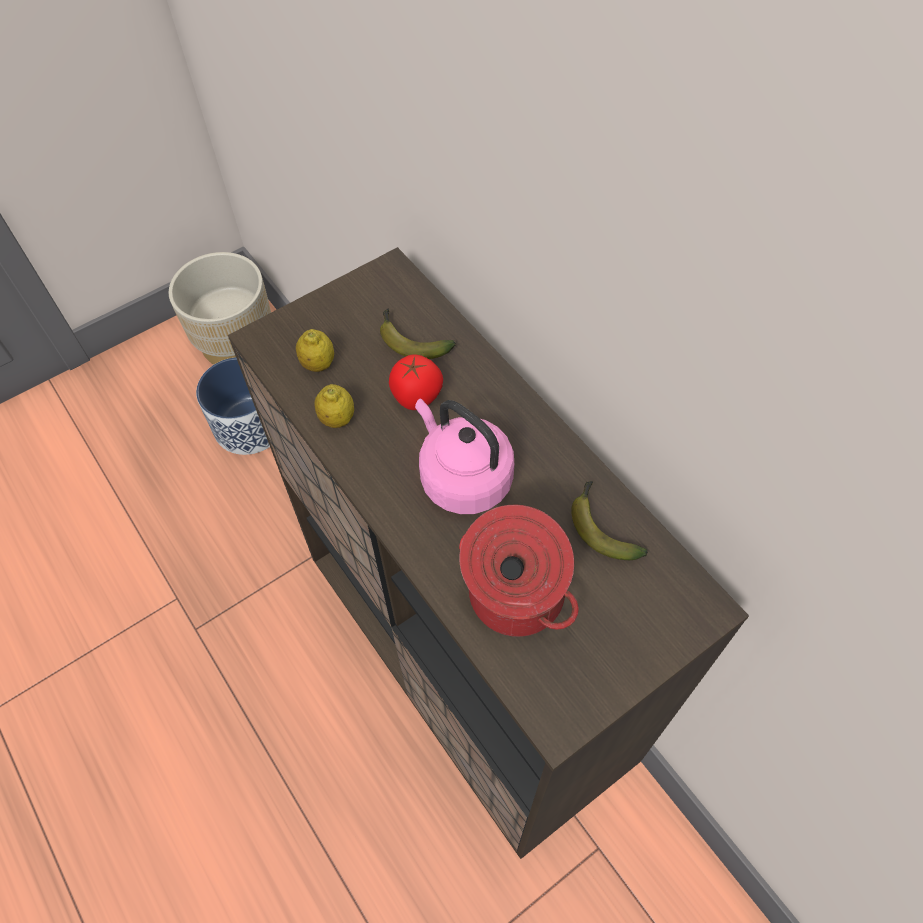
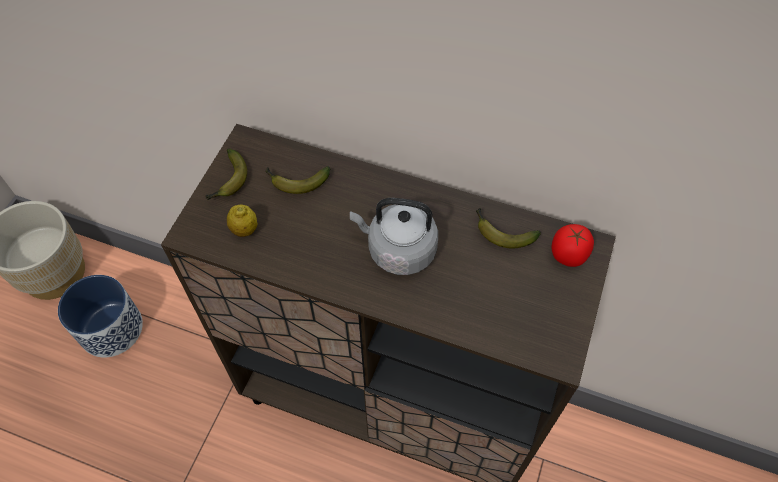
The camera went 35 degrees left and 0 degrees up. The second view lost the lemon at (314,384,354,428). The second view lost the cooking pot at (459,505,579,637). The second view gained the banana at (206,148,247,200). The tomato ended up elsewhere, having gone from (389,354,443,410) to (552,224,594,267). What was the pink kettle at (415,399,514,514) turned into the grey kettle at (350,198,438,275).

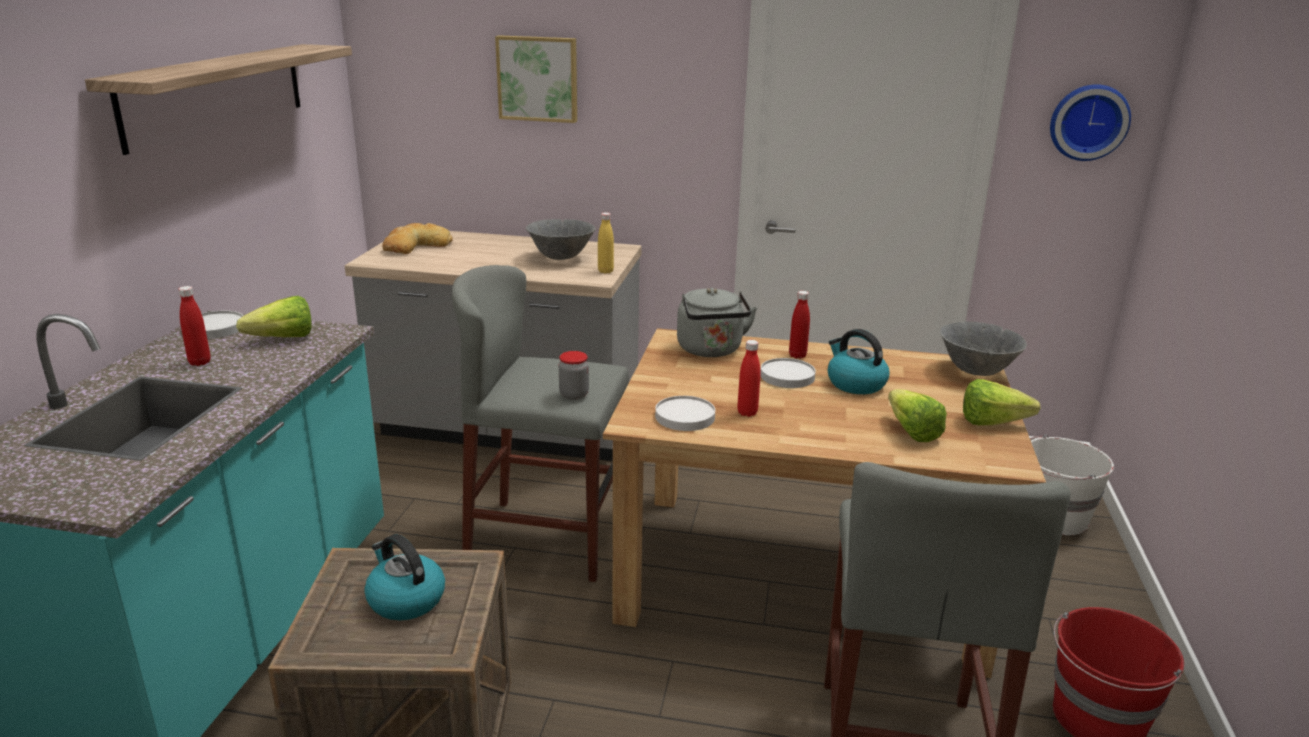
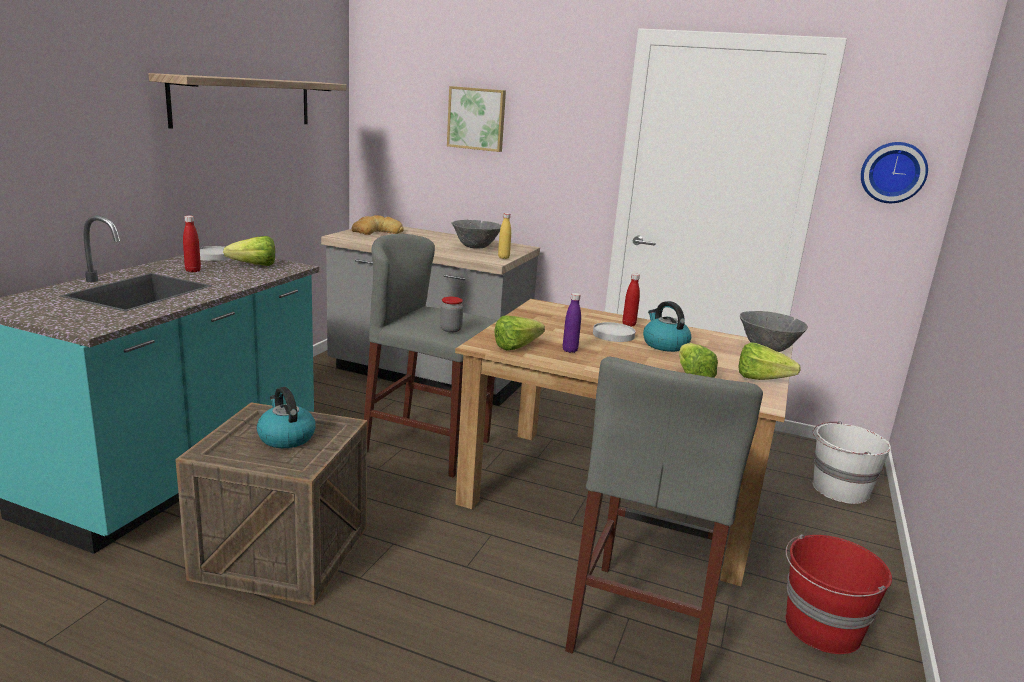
The camera went 10 degrees right and 5 degrees down. The second view lost the grey kettle at (677,287,757,357). Where the white plate stood at (655,396,715,431), the lettuce came to stand at (494,315,545,350). What was the red bottle at (737,340,760,417) turned into the purple bottle at (563,293,581,353).

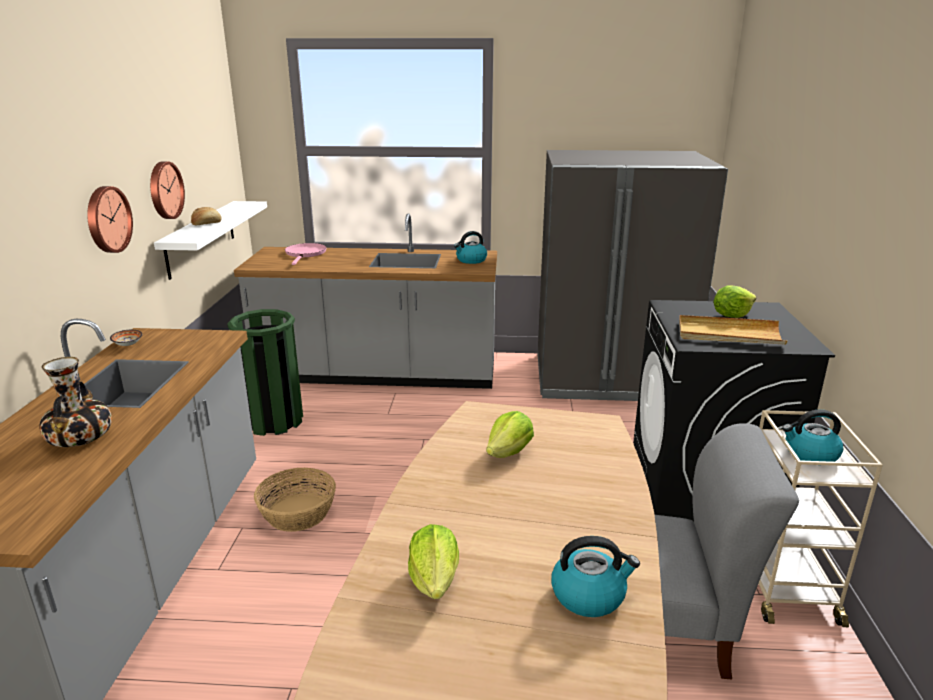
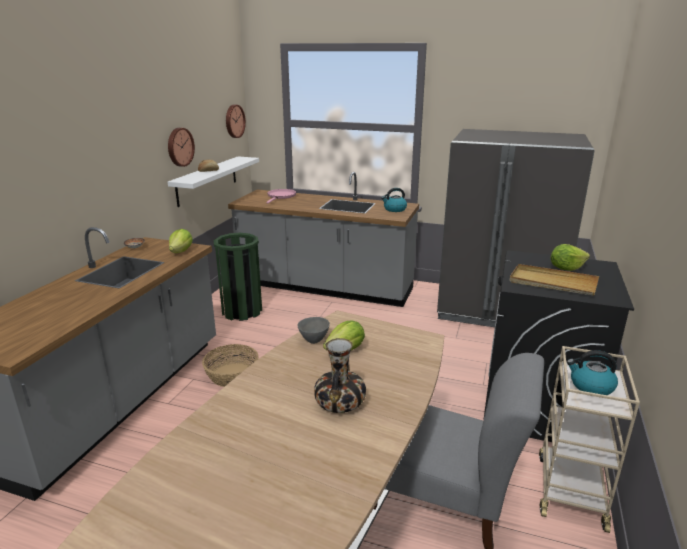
The camera went 15 degrees right and 0 degrees up. The second view lost the kettle at (551,536,640,617). The second view gained the grey bowl at (298,317,330,344). The vase ended up elsewhere, having gone from (39,357,112,447) to (314,338,366,413). The wall clock ended up elsewhere, having gone from (87,186,133,253) to (226,105,246,138). The lettuce ended up elsewhere, having gone from (408,524,459,599) to (169,229,193,253).

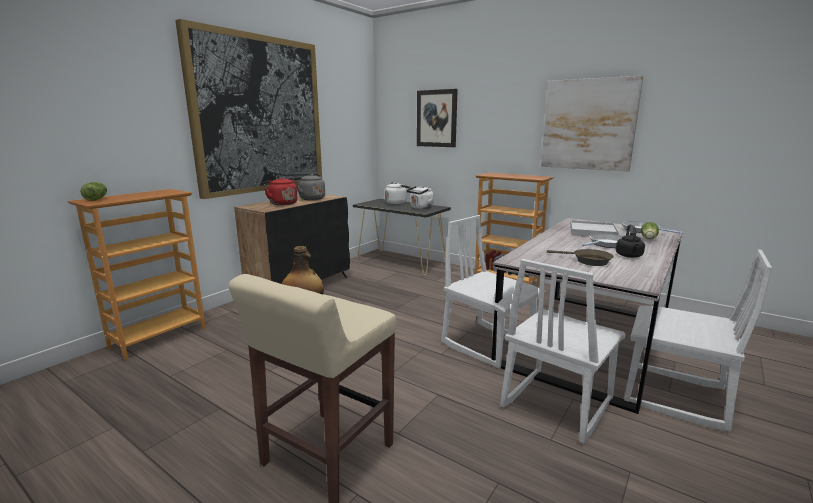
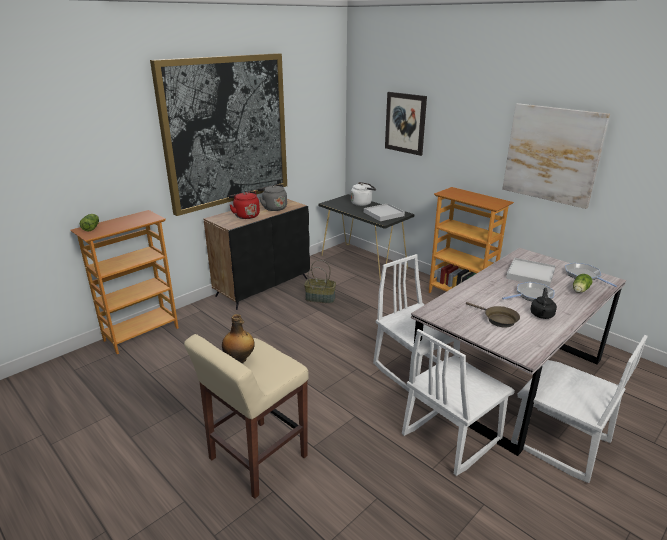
The camera went 10 degrees right and 10 degrees up. The second view gained the basket at (304,260,336,303). Where the white kettle stood at (406,186,434,209), the white tray came to stand at (364,203,405,221).

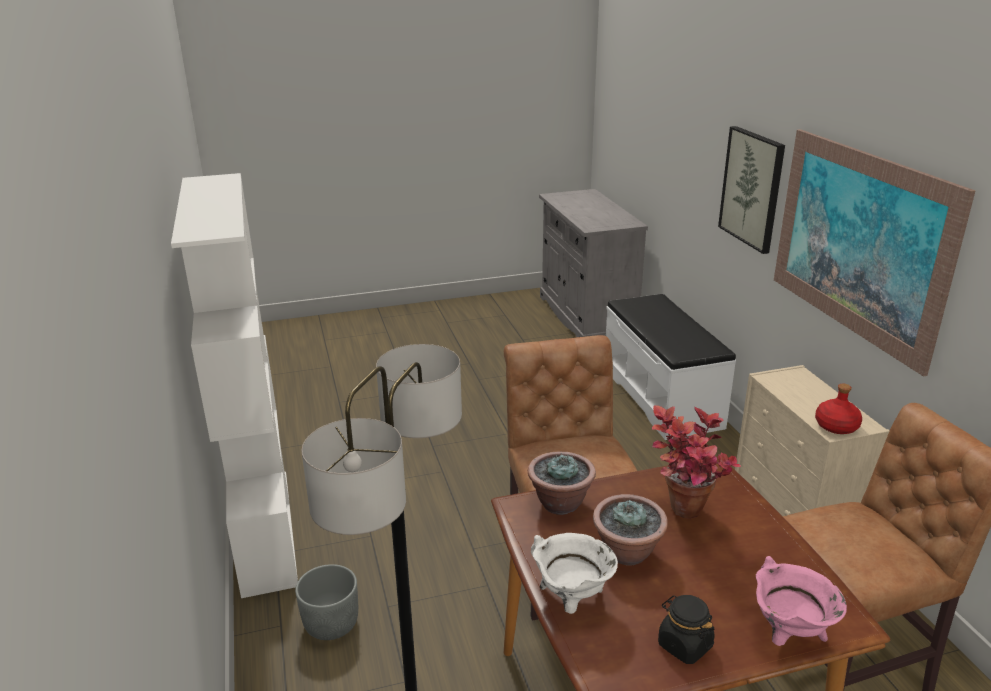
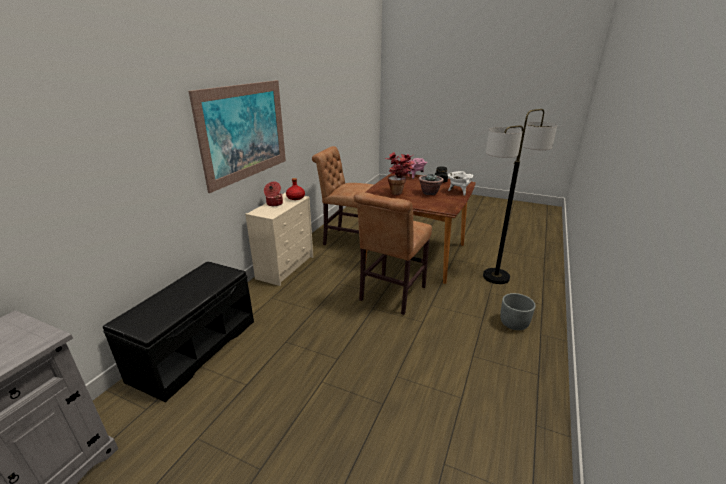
The camera went 140 degrees left and 0 degrees up. The second view lost the white bookcase at (171,173,298,598). The second view lost the potted plant at (528,452,596,515). The second view lost the picture at (718,126,785,254). The second view gained the cooking pot at (264,182,283,206). What was the white bench at (606,294,736,440) turned into the black bench at (103,261,254,402).

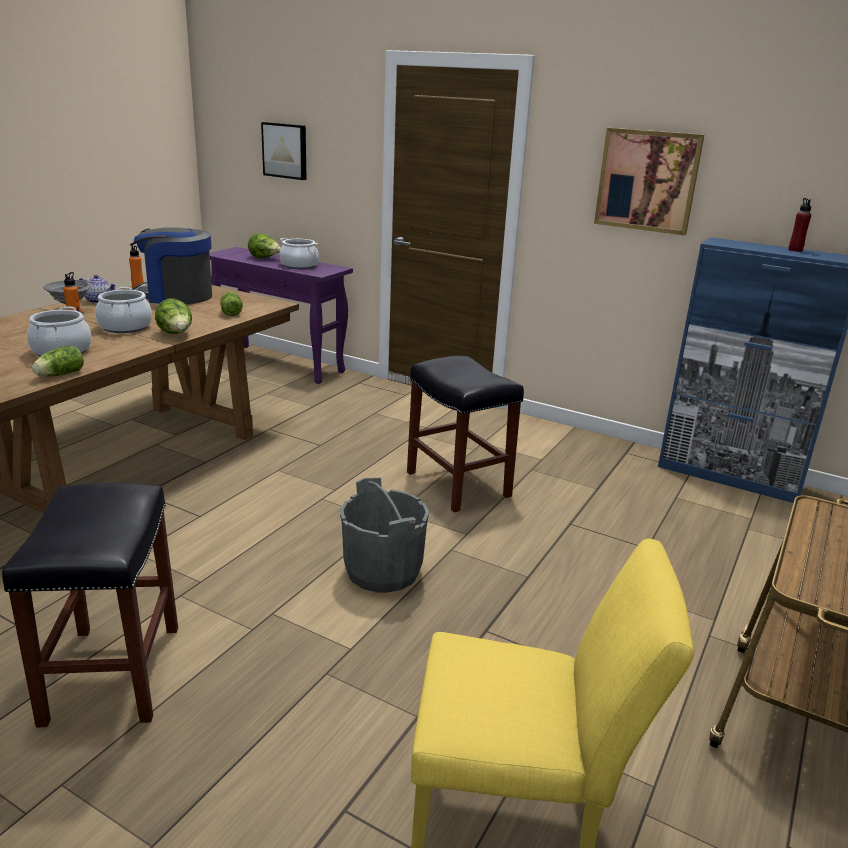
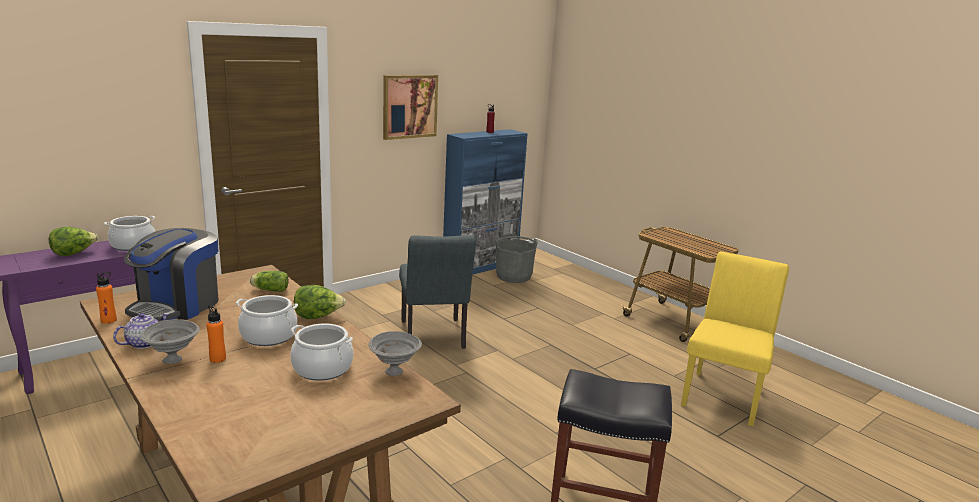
The camera went 70 degrees left and 5 degrees down. The second view lost the picture at (261,122,307,180). The grey bucket ended up elsewhere, having gone from (340,478,429,593) to (495,236,538,283). Where the lettuce stood at (32,346,84,376), the grey bowl came to stand at (369,331,422,376). Where the black stool stood at (407,356,524,512), the grey chair came to stand at (399,235,476,349).

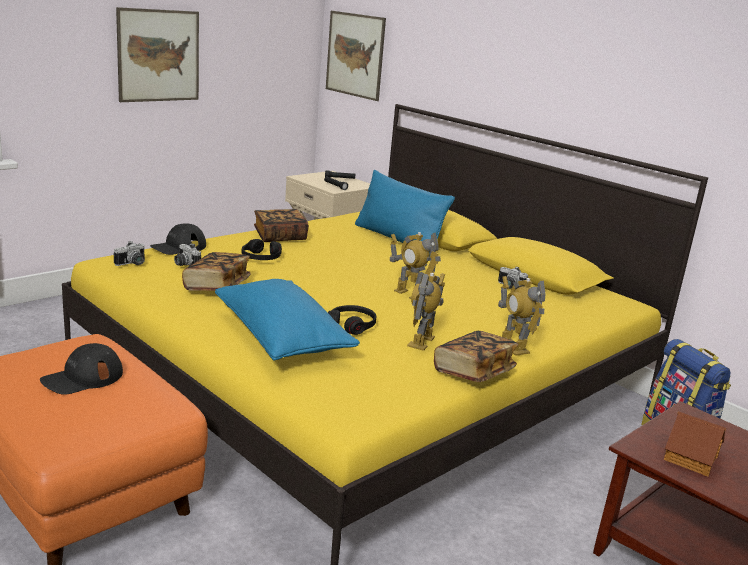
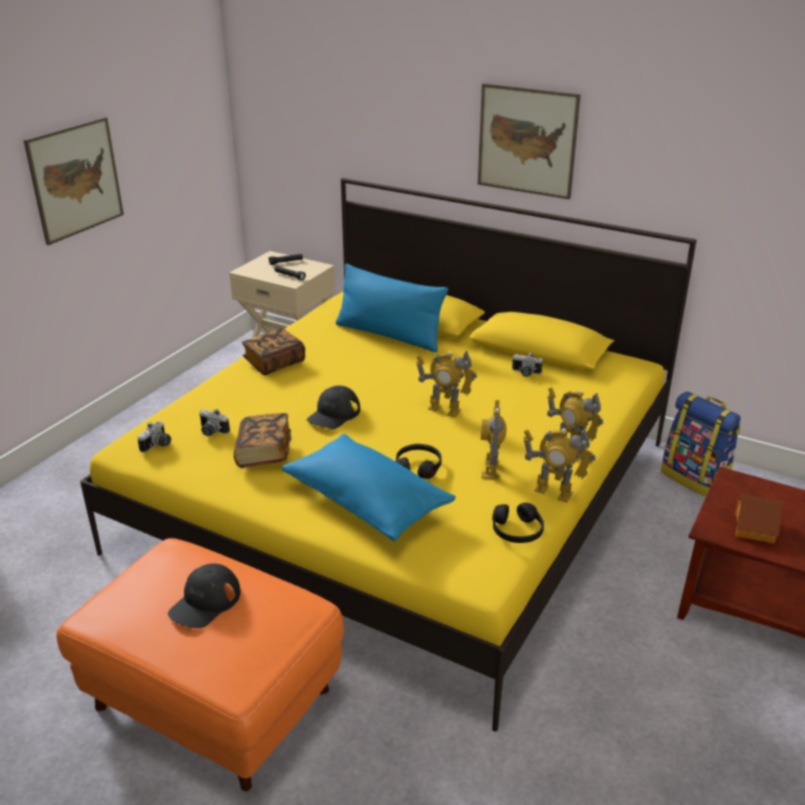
The camera went 15 degrees left and 10 degrees up. The black cap ended up elsewhere, having gone from (150,223,206,255) to (307,386,360,429). The black headphones ended up elsewhere, having gone from (242,239,282,260) to (492,503,544,543). The picture ended up elsewhere, having gone from (326,11,386,101) to (478,83,581,200). Where the book stood at (434,331,518,382), the toy robot came to stand at (523,428,596,503).

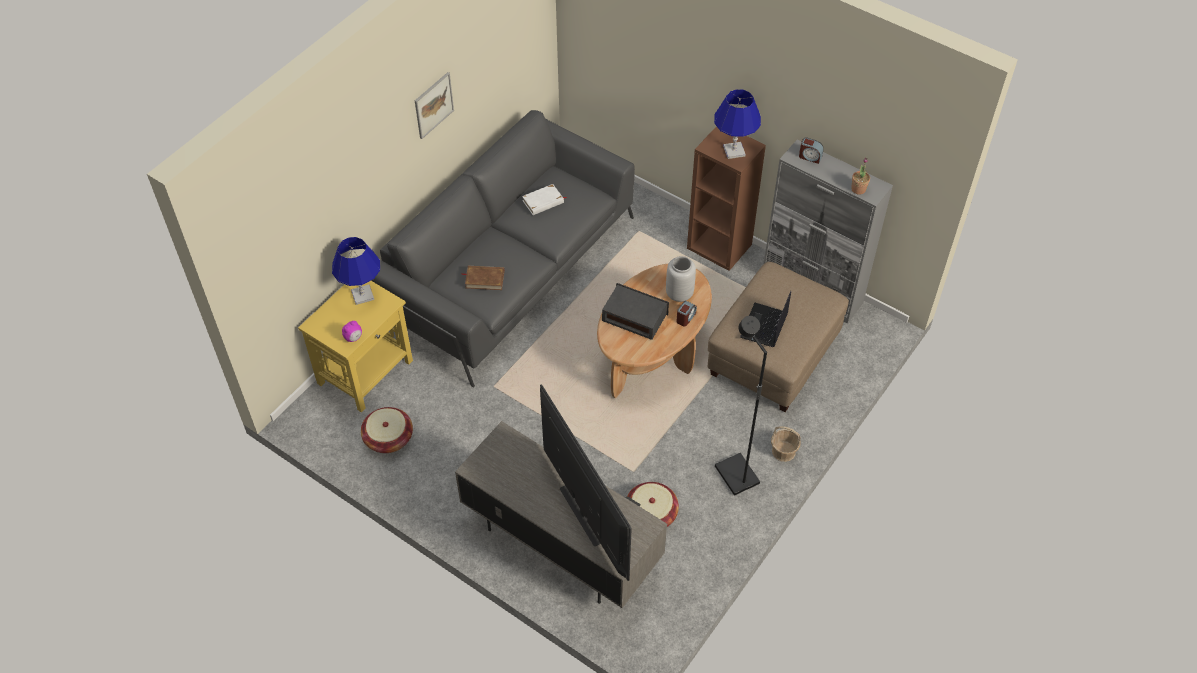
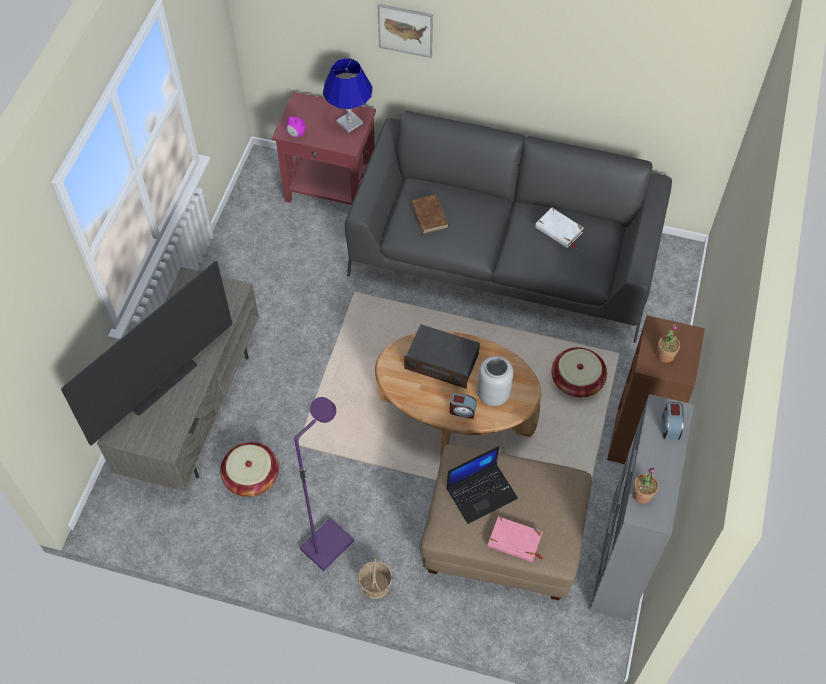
The camera went 70 degrees right and 5 degrees up. The second view gained the pink book at (488,516,543,562). The basket ended up elsewhere, having gone from (361,407,413,453) to (551,347,607,397). The picture ended up elsewhere, having gone from (415,72,454,139) to (377,4,433,58). Where the blue table lamp stood at (714,89,761,159), the potted plant came to stand at (657,324,680,363). What was the yellow side table at (298,281,413,413) turned into the red side table at (272,92,376,205). What was the black floor lamp at (715,316,767,495) turned into the purple floor lamp at (294,397,354,571). The radio at (602,283,669,340) ended up facing another way, 105 degrees clockwise from before. The laptop at (740,291,791,347) ended up facing another way, 150 degrees clockwise from before.

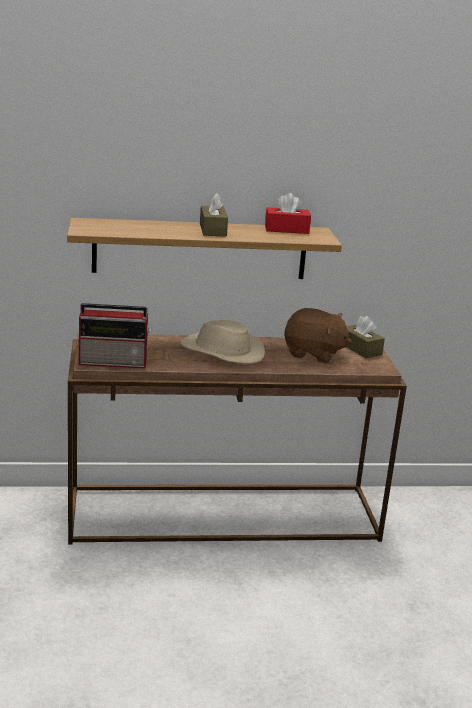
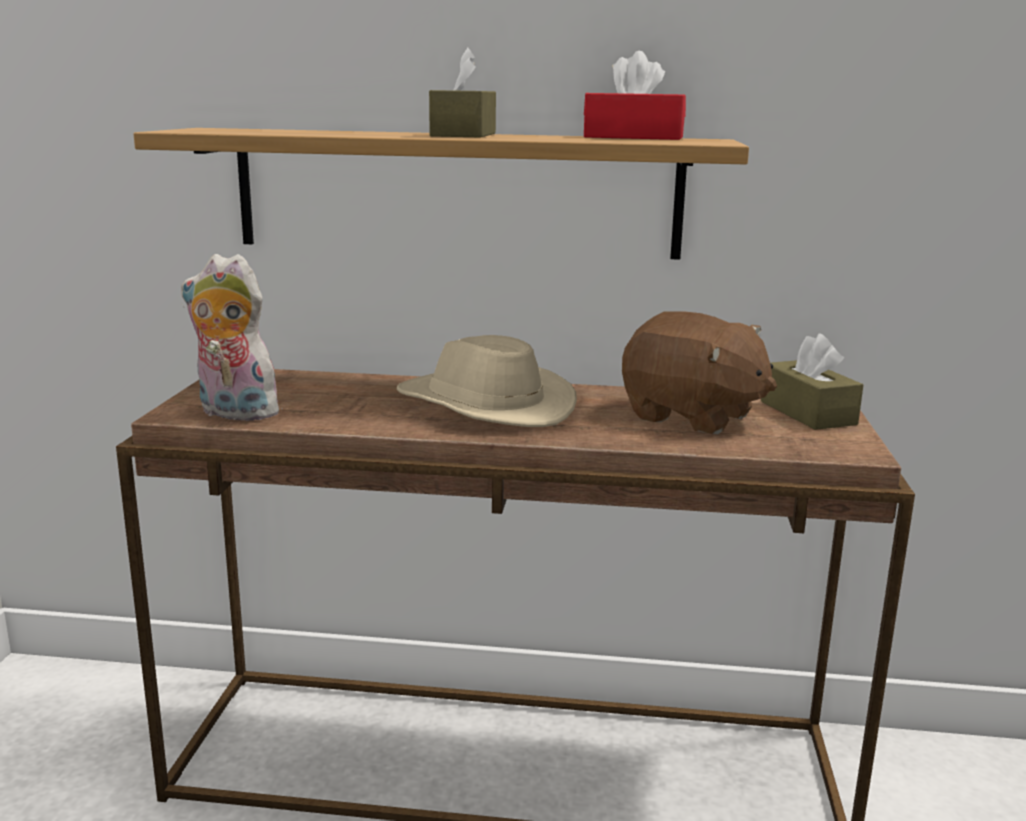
The camera went 15 degrees right and 5 degrees down. Where the radio stood at (79,303,151,368), the plush toy came to stand at (181,254,285,423).

